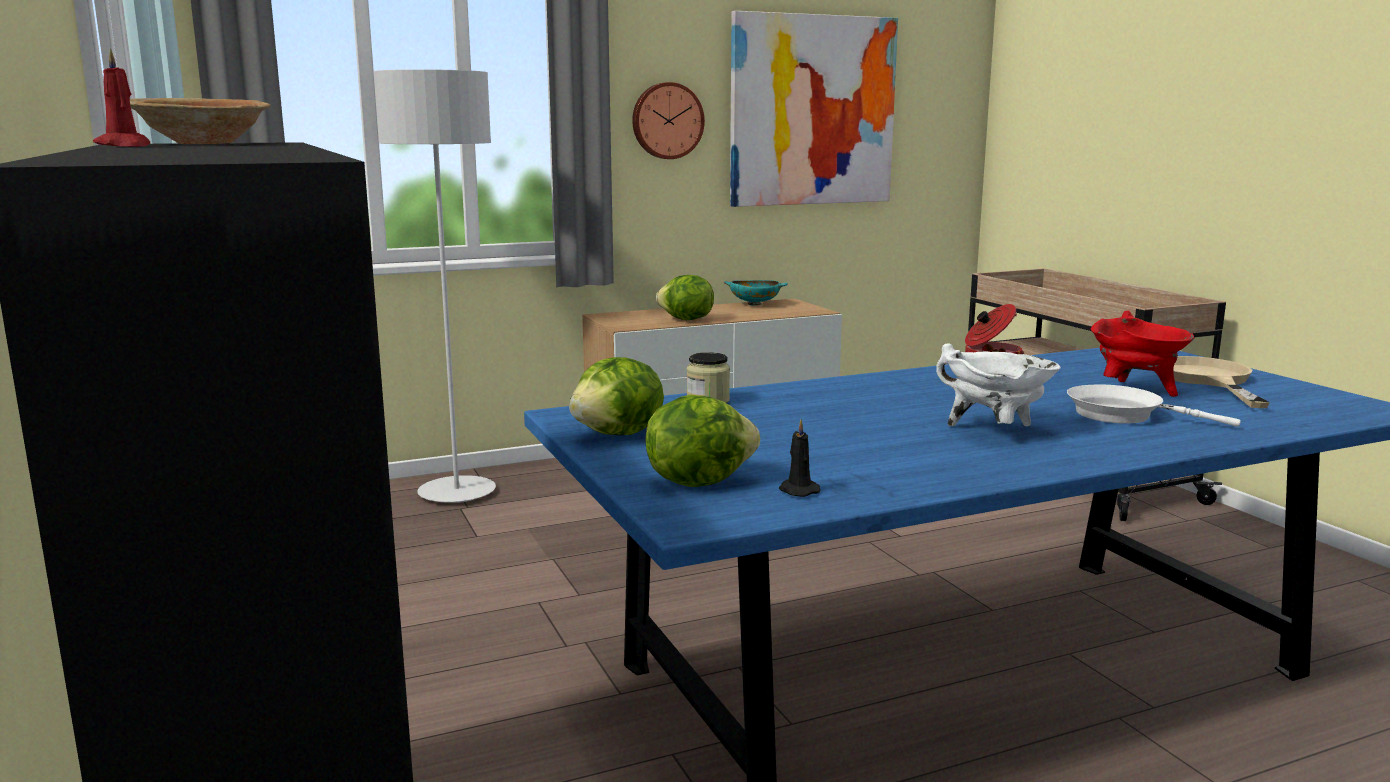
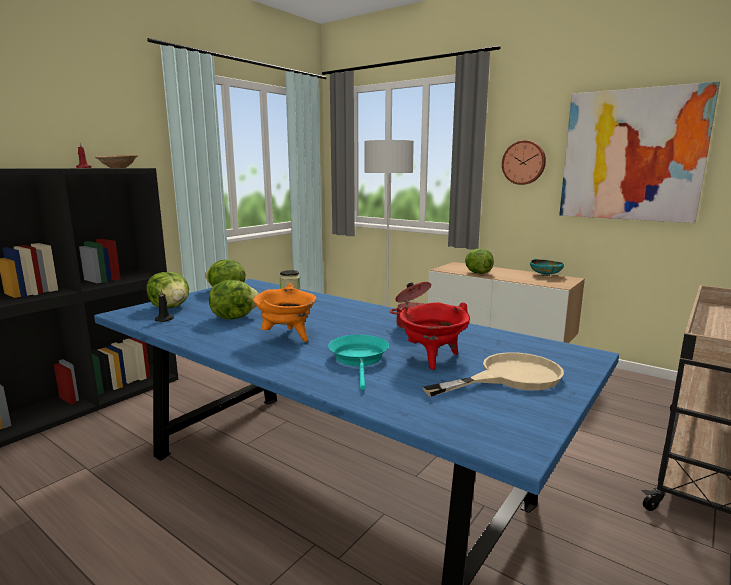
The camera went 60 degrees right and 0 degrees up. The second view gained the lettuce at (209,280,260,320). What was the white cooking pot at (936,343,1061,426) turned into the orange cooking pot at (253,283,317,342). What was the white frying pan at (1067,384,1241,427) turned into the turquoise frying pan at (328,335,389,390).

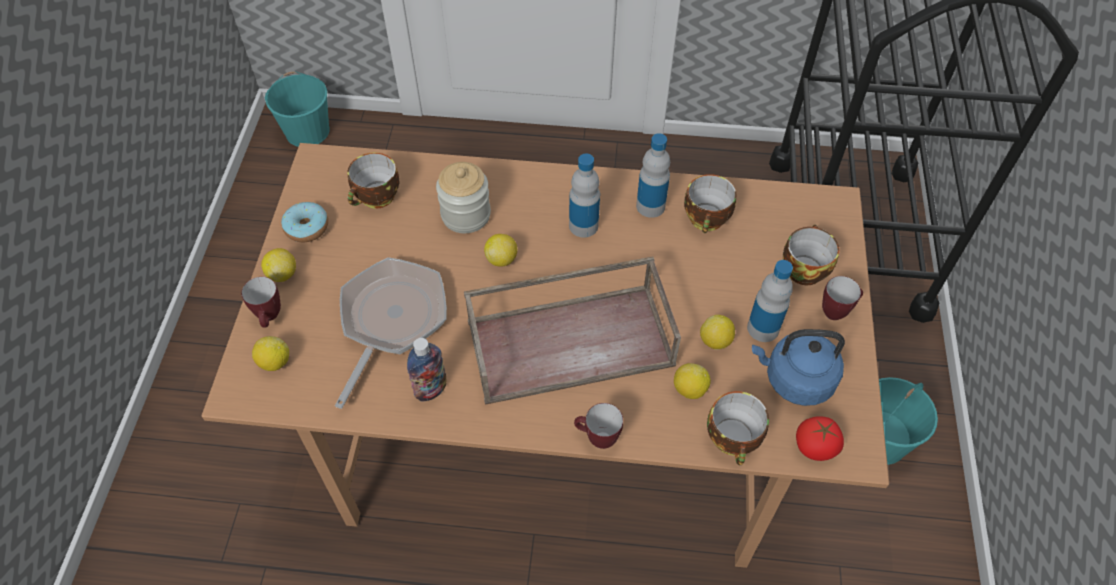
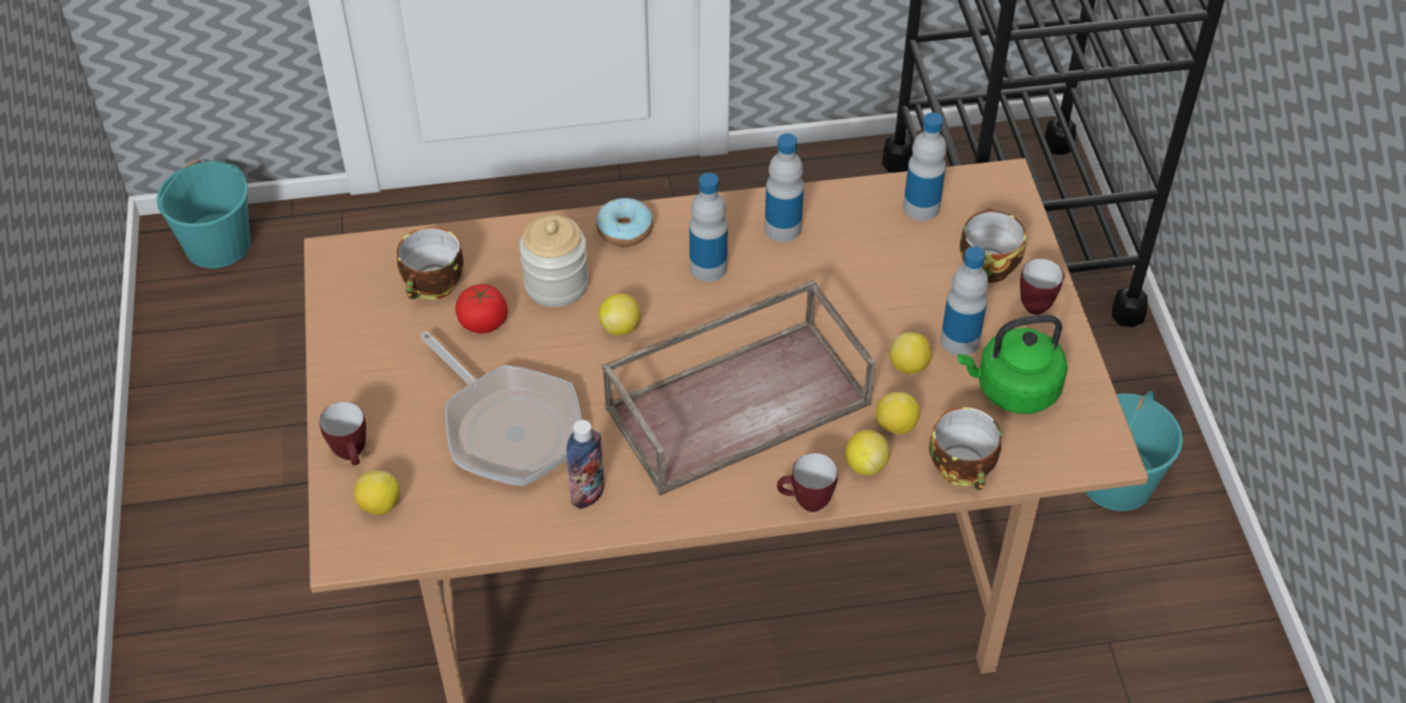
The camera went 15 degrees left and 5 degrees down. The second view lost the cup at (684,174,736,233). The second view gained the bottle at (903,112,947,221). The lemon ended up elsewhere, having gone from (261,248,296,282) to (845,430,890,475). The donut ended up elsewhere, having gone from (281,202,328,242) to (596,198,653,247). The tomato ended up elsewhere, having gone from (796,416,844,461) to (455,284,508,334). What was the blue kettle at (752,329,845,406) turned into the green kettle at (958,315,1068,414). The frying pan at (335,257,447,409) ended up facing another way, 135 degrees clockwise from before.

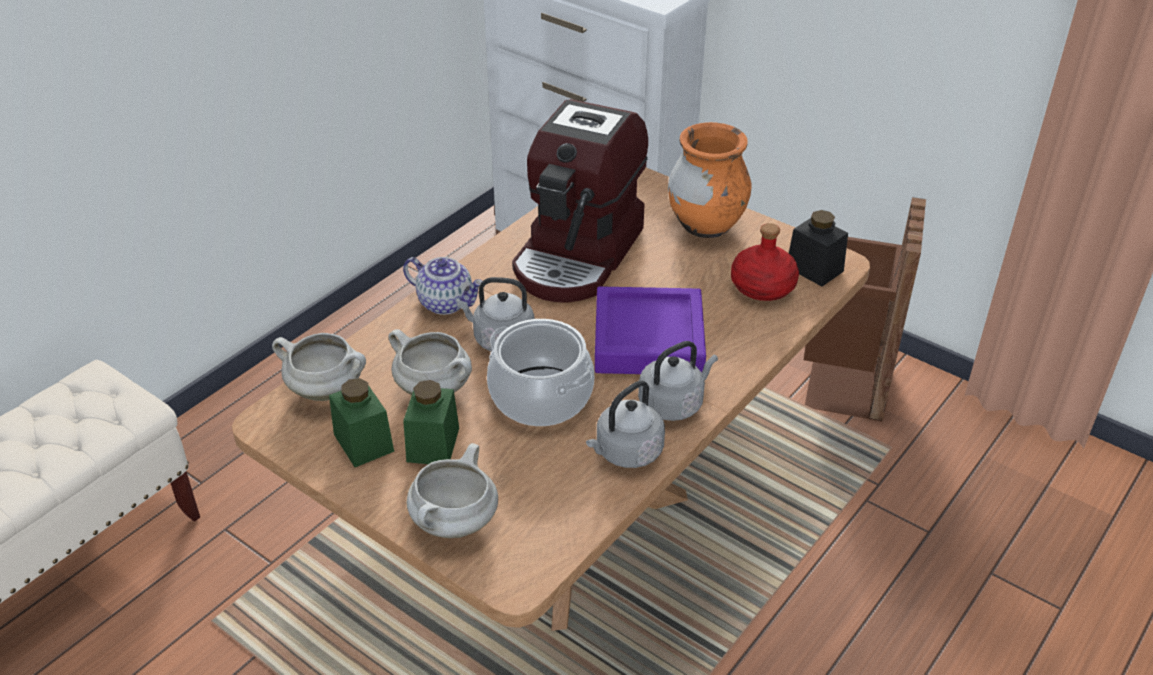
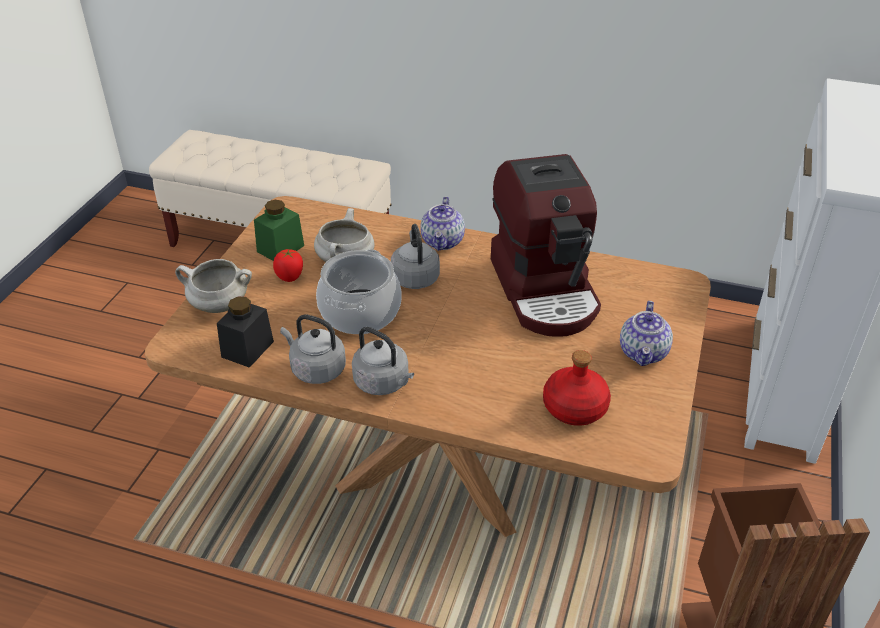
The camera went 70 degrees right and 0 degrees up. The second view lost the white cooking pot at (272,333,366,401). The second view lost the purple tray at (595,286,706,374). The black jar ended up elsewhere, having gone from (789,210,848,286) to (217,297,274,368). Where the green jar stood at (403,380,459,464), the tomato came to stand at (273,249,303,282). Where the orange vase stood at (668,122,752,238), the teapot came to stand at (620,301,673,366). The coffee machine at (512,99,648,303) ended up facing another way, 105 degrees counterclockwise from before.

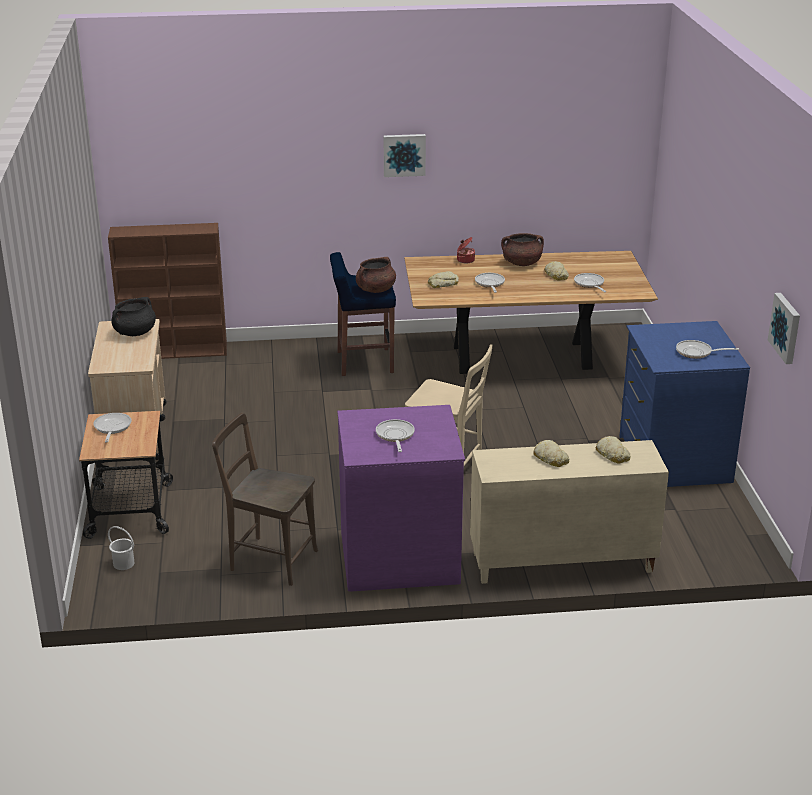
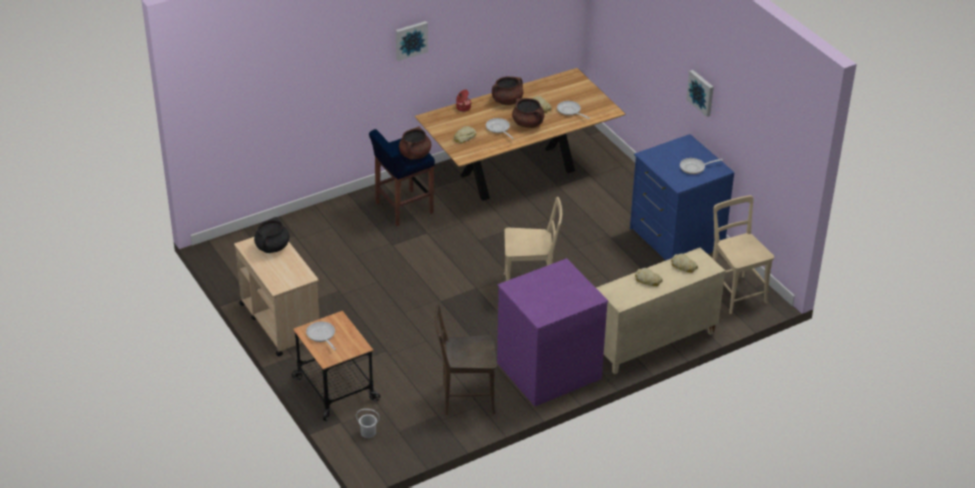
The camera went 25 degrees left and 10 degrees up. The second view lost the brown bookcase at (108,223,227,359). The second view lost the frying pan at (376,419,415,452). The second view gained the brown cooking pot at (512,98,545,128). The second view gained the beige chair at (712,195,774,314). The picture ended up elsewhere, having gone from (768,293,800,364) to (686,70,714,117).

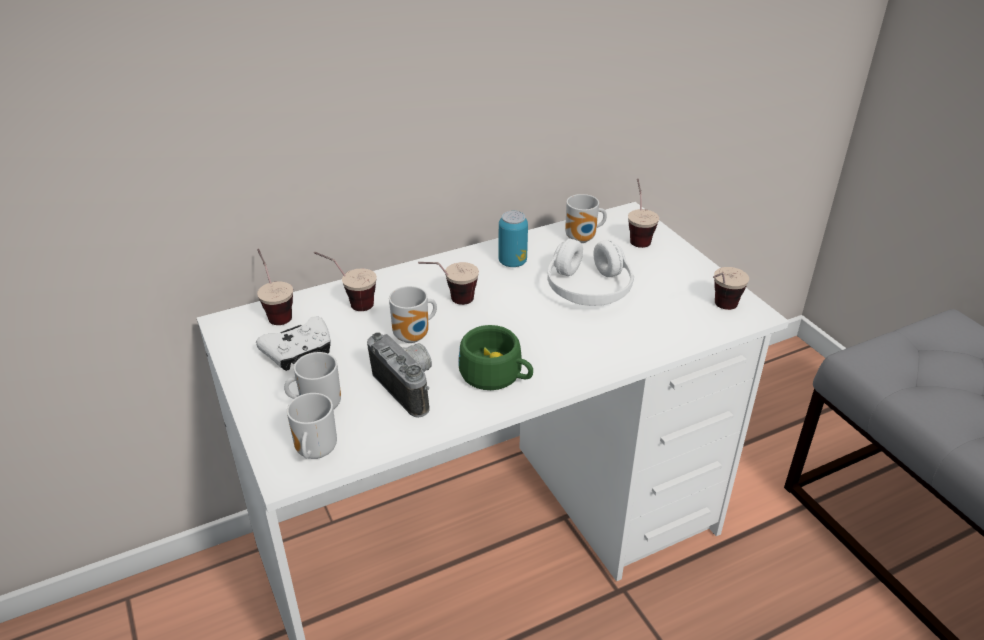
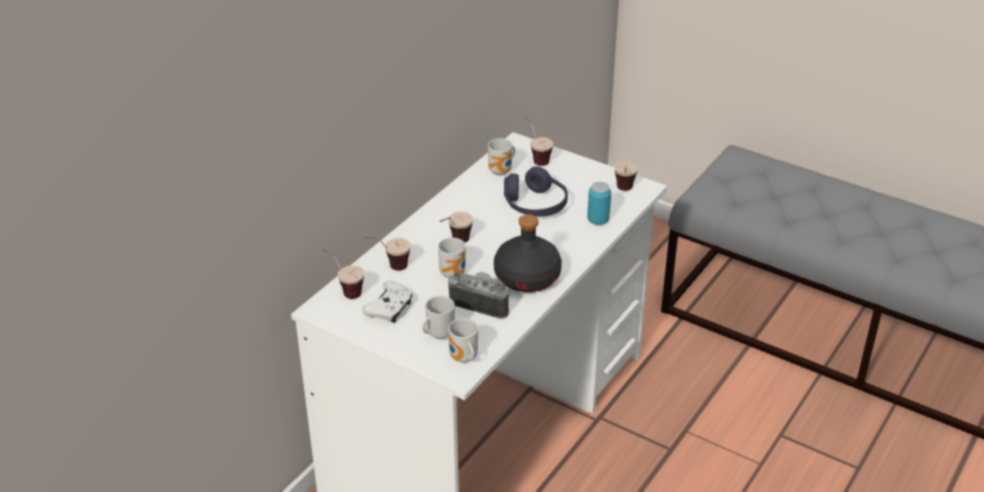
The camera went 30 degrees left and 0 degrees up. The can ended up elsewhere, having gone from (498,211,528,267) to (587,182,611,225). Where the green cup stood at (459,325,533,390), the black bottle came to stand at (494,214,562,292). What was the white headphones at (547,239,634,306) turned into the purple headphones at (504,166,568,217).

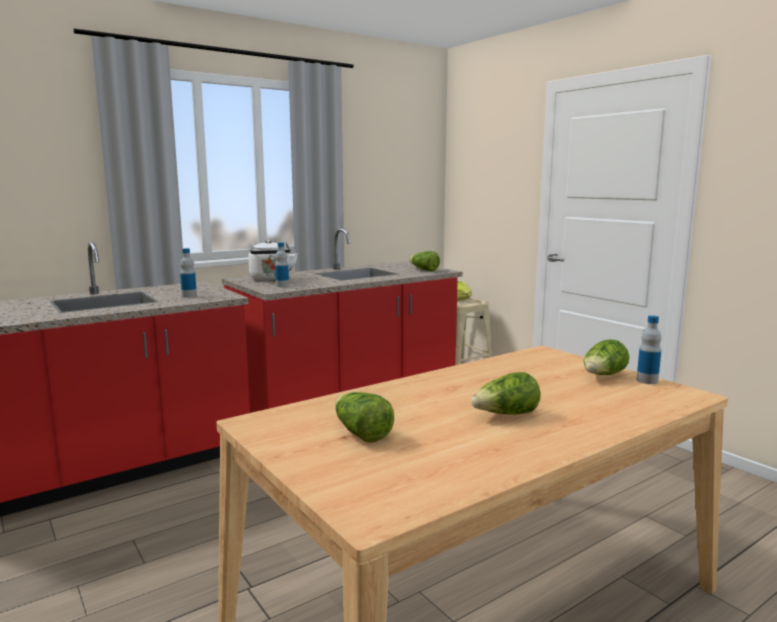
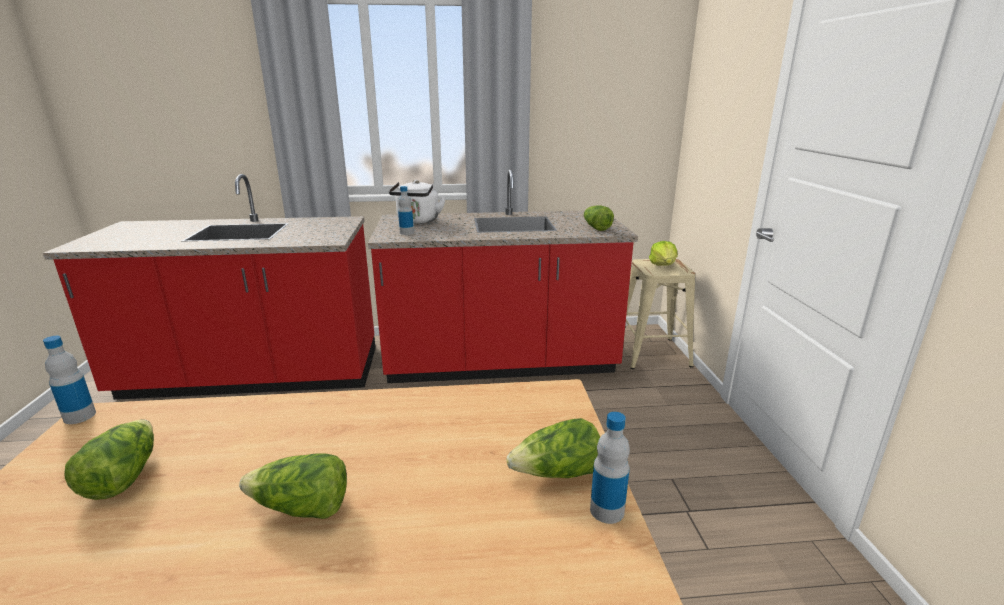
The camera went 30 degrees right and 10 degrees up. The bottle ended up elsewhere, having gone from (180,248,197,298) to (43,336,96,424).

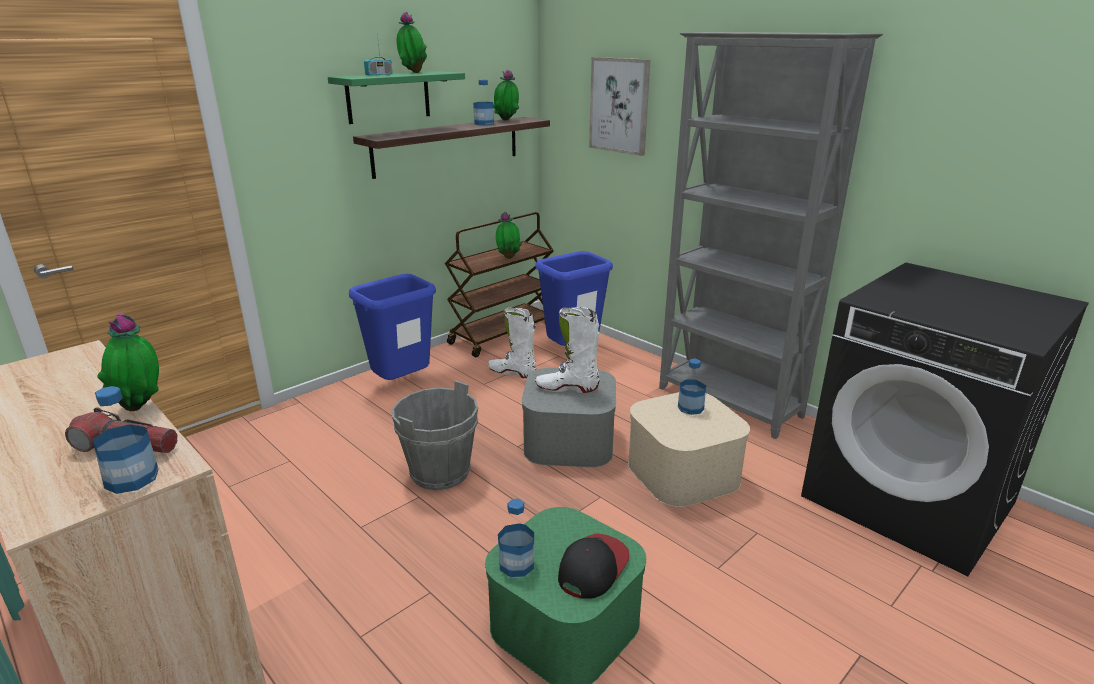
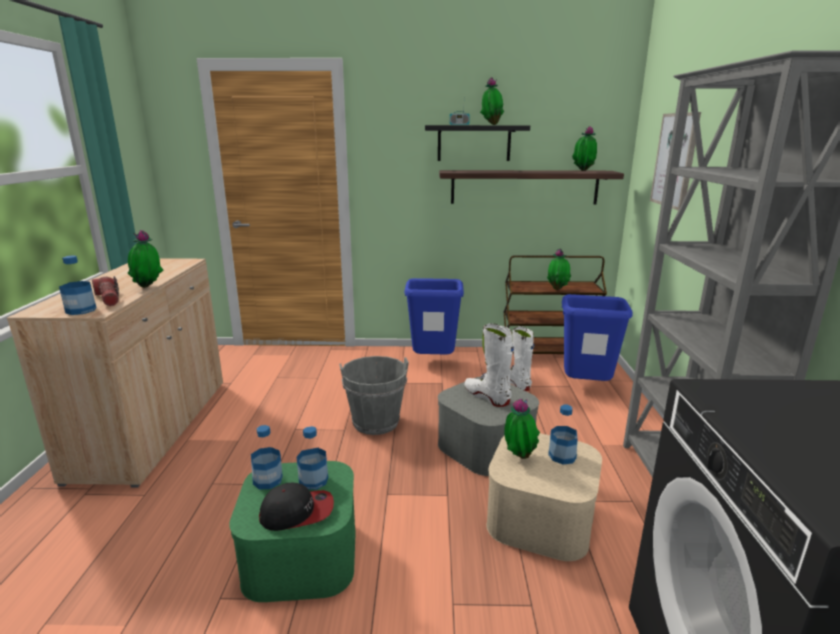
The camera went 45 degrees right and 5 degrees down. The second view gained the potted plant at (504,399,540,459). The bottle ended up elsewhere, having gone from (473,79,494,125) to (297,426,328,490). What was the green shelf at (328,71,465,124) turned into the black shelf at (425,125,530,161).

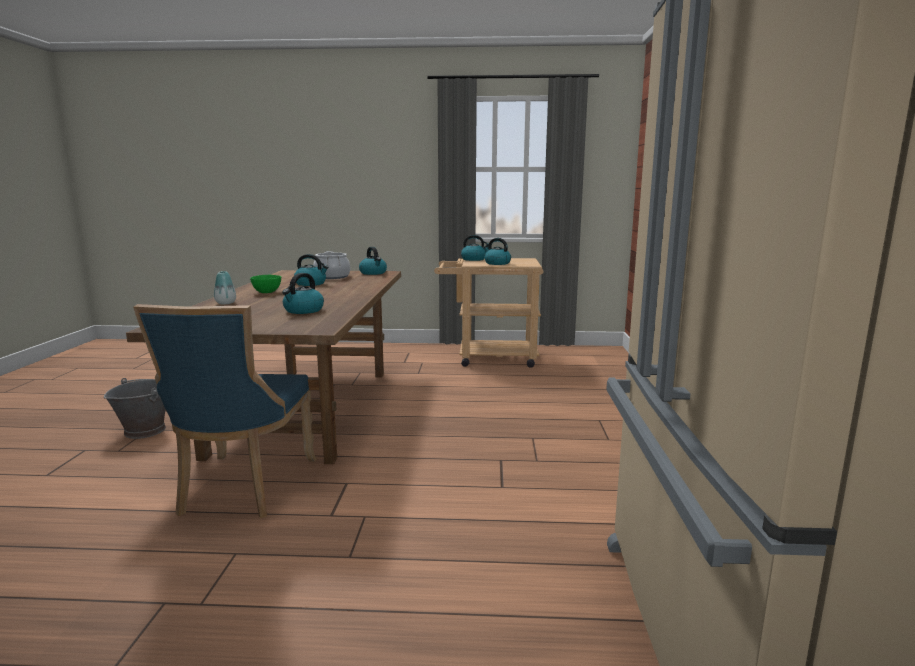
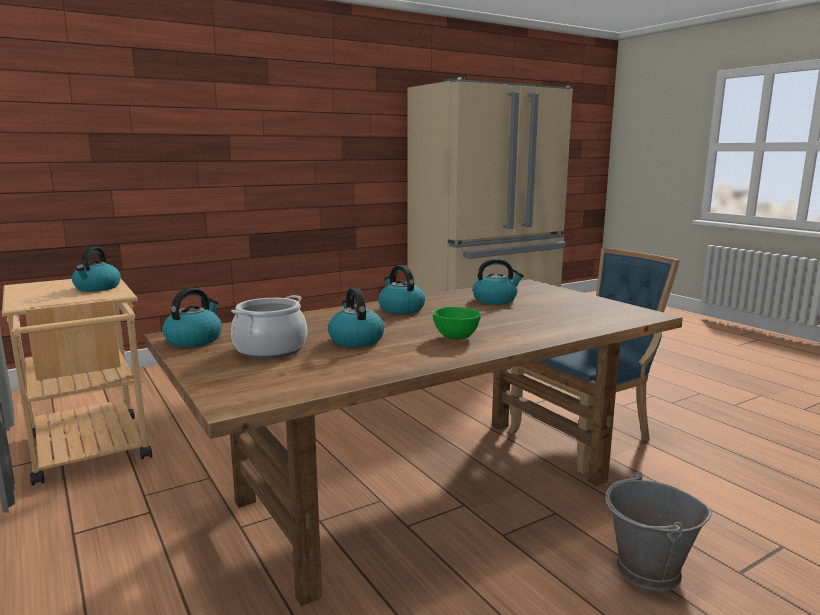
The camera went 125 degrees left and 0 degrees up. The second view lost the vase at (214,271,236,304). The kettle ended up elsewhere, having gone from (461,235,488,261) to (378,265,425,314).

